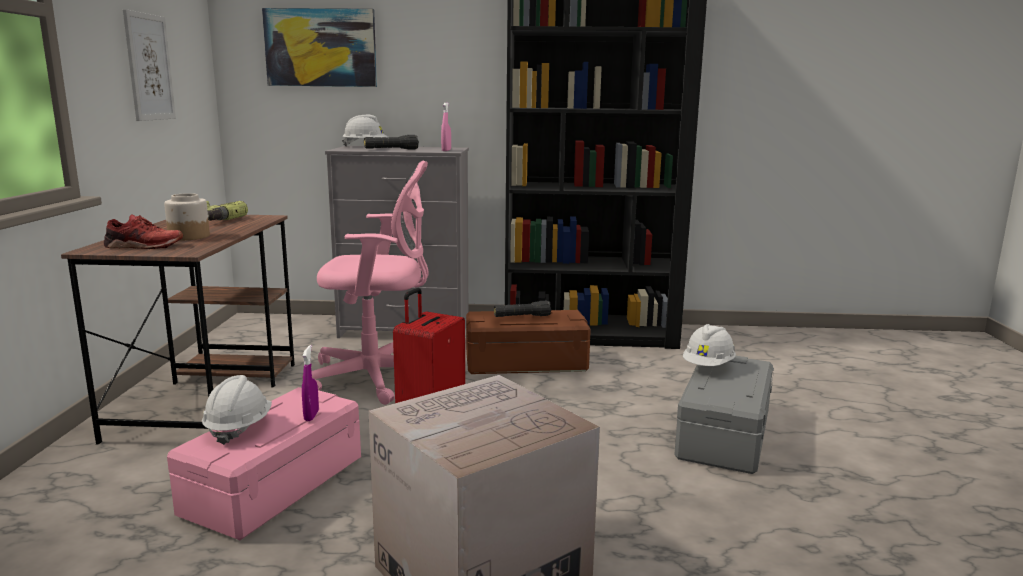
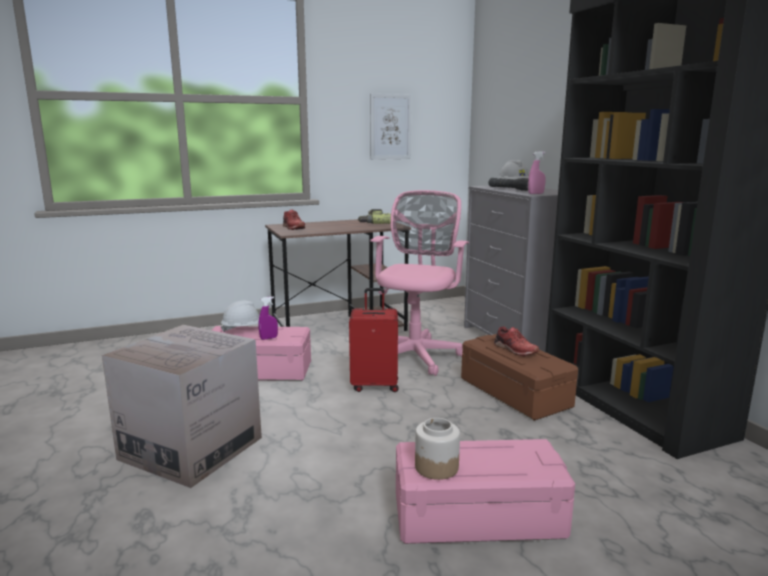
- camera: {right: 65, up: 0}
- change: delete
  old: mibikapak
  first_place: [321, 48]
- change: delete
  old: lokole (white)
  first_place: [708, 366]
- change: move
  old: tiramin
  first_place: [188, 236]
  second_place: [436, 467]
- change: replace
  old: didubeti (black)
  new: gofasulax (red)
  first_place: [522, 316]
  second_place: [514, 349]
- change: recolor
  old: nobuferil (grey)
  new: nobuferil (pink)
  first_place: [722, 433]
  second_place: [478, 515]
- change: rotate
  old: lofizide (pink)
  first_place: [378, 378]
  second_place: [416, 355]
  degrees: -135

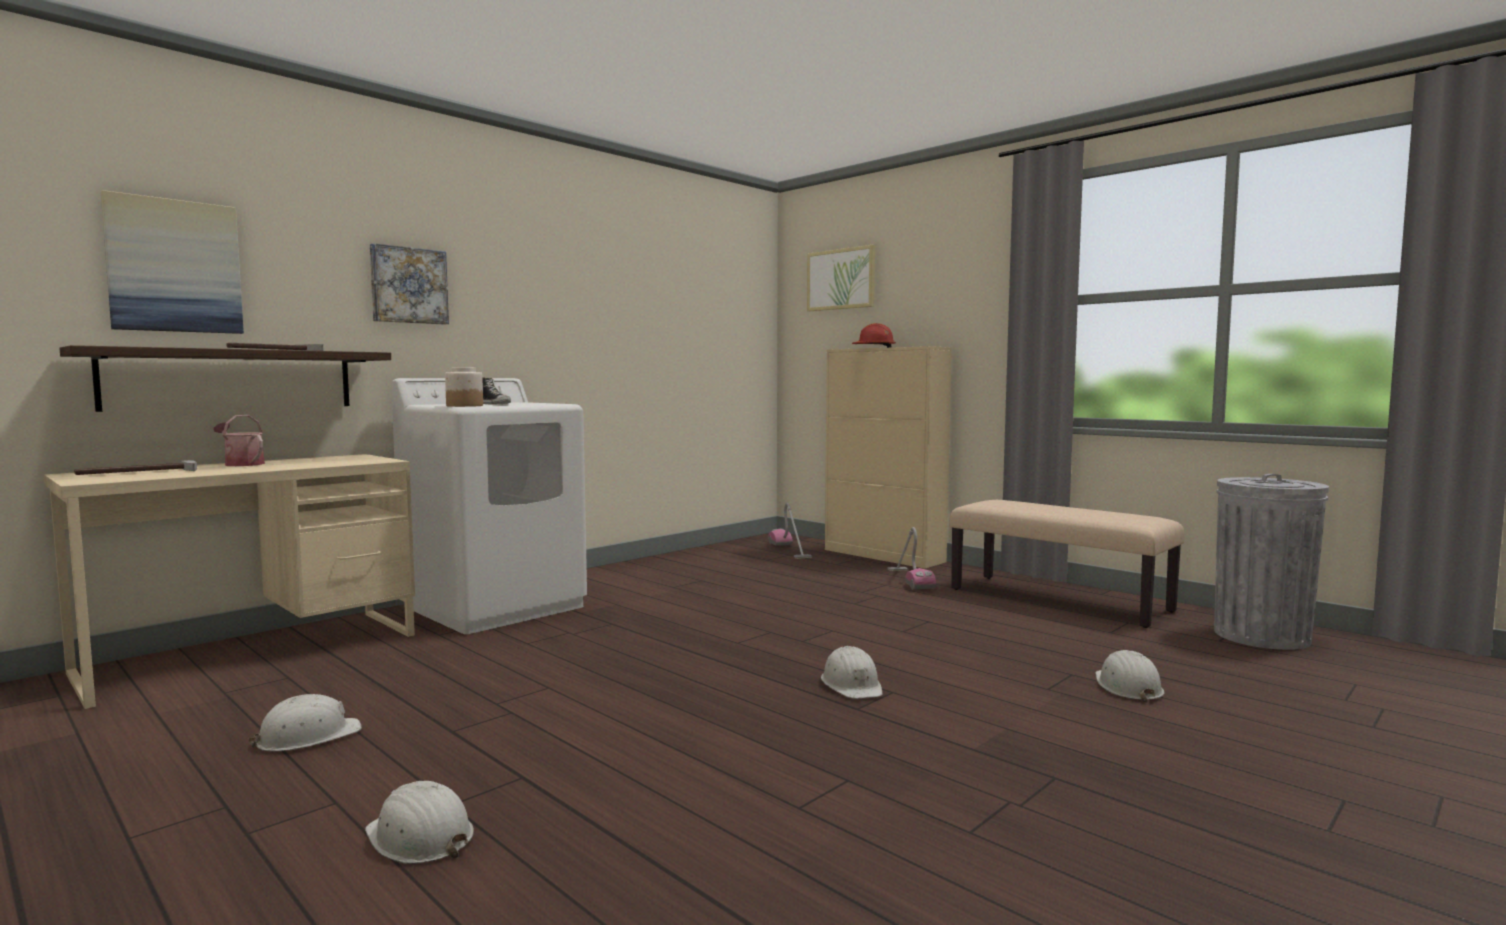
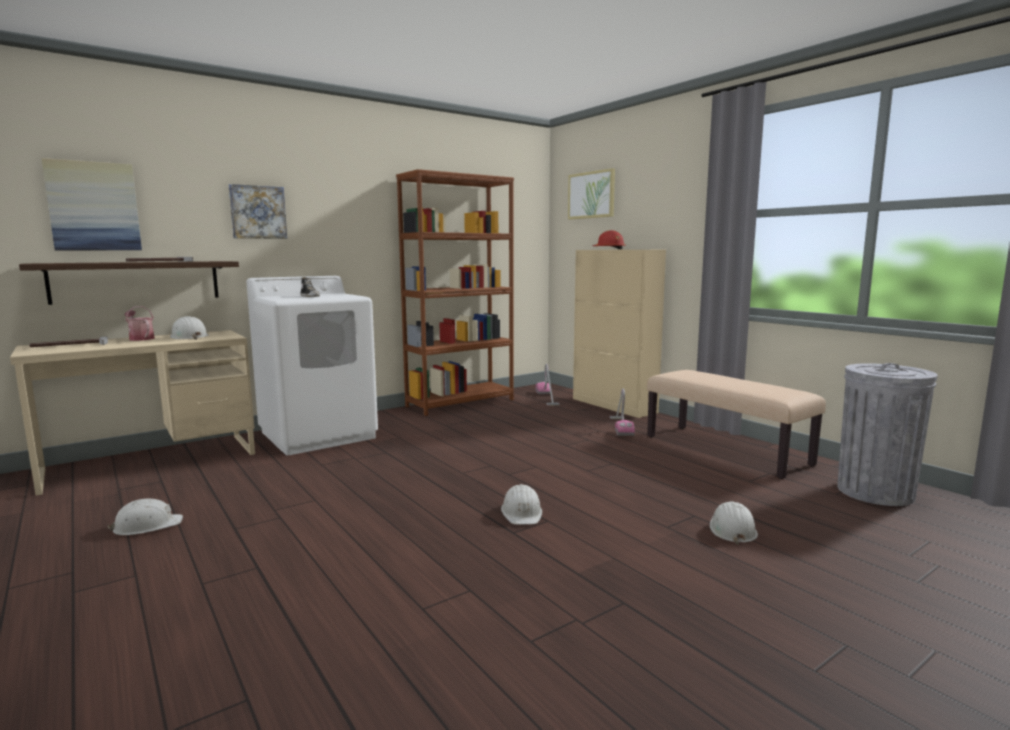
- camera: {right: 10, up: 5}
- change: delete
  old: tiramin
  first_place: [464, 406]
- change: insert
  new: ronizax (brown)
  second_place: [460, 403]
- change: move
  old: lokole (white)
  first_place: [419, 837]
  second_place: [188, 337]

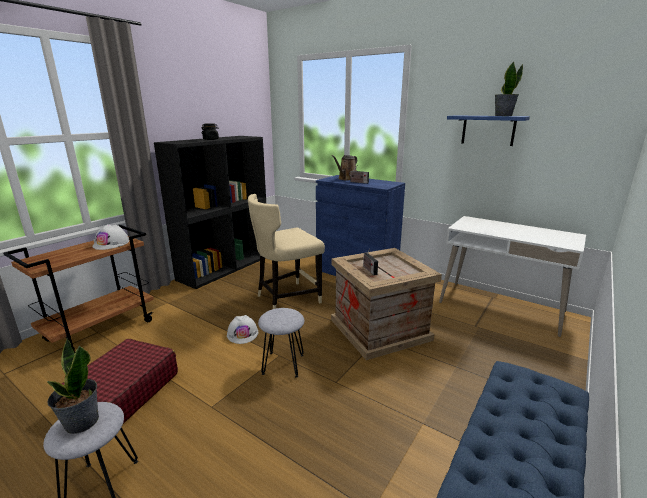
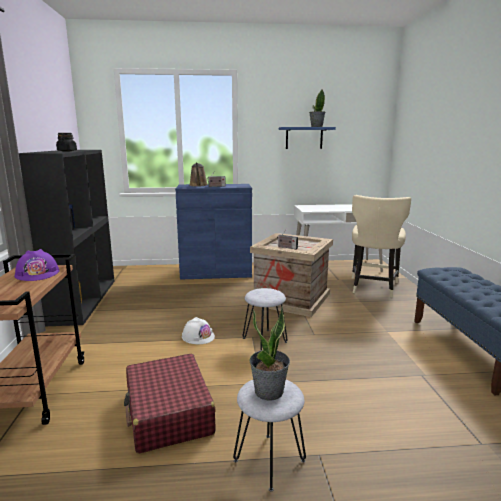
- camera: {right: -40, up: -5}
- change: move
  old: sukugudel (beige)
  first_place: [286, 298]
  second_place: [373, 287]
- change: recolor
  old: lokole (white)
  new: lokole (purple)
  first_place: [111, 243]
  second_place: [37, 273]

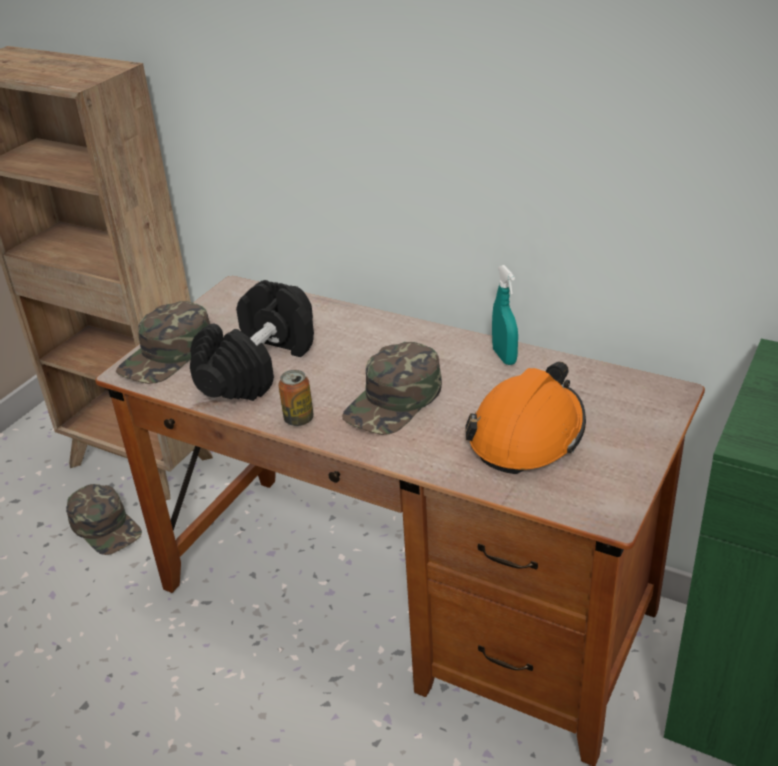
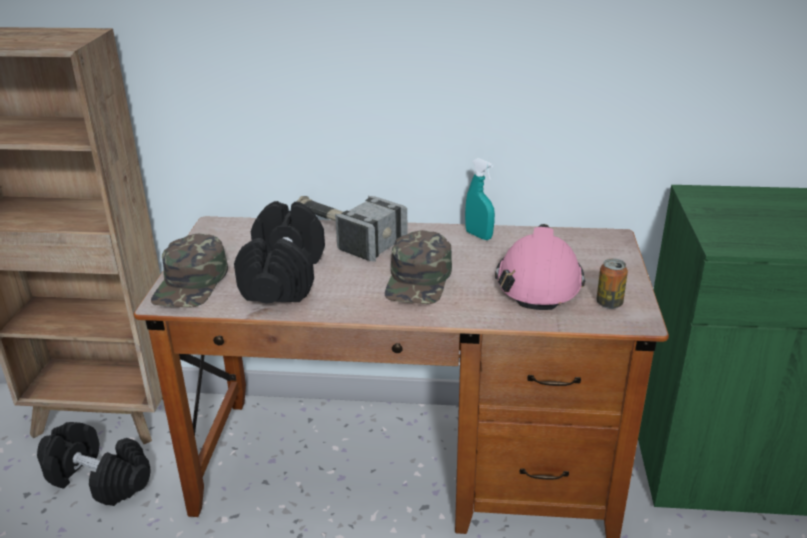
- camera: {right: -25, up: -5}
- change: insert
  new: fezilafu
  second_place: [345, 235]
- change: move
  old: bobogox
  first_place: [298, 419]
  second_place: [609, 303]
- change: replace
  old: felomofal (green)
  new: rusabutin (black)
  first_place: [106, 526]
  second_place: [99, 479]
- change: recolor
  old: lokole (orange)
  new: lokole (pink)
  first_place: [527, 434]
  second_place: [538, 282]

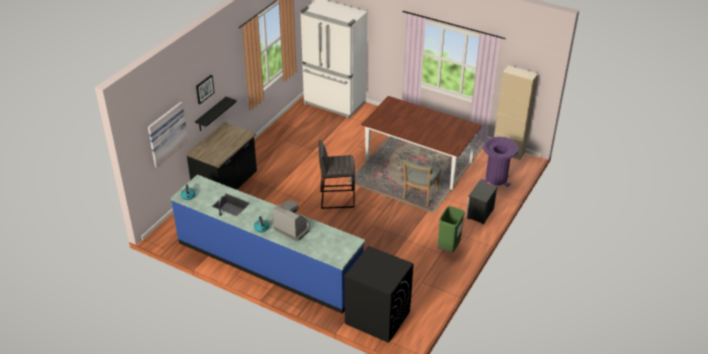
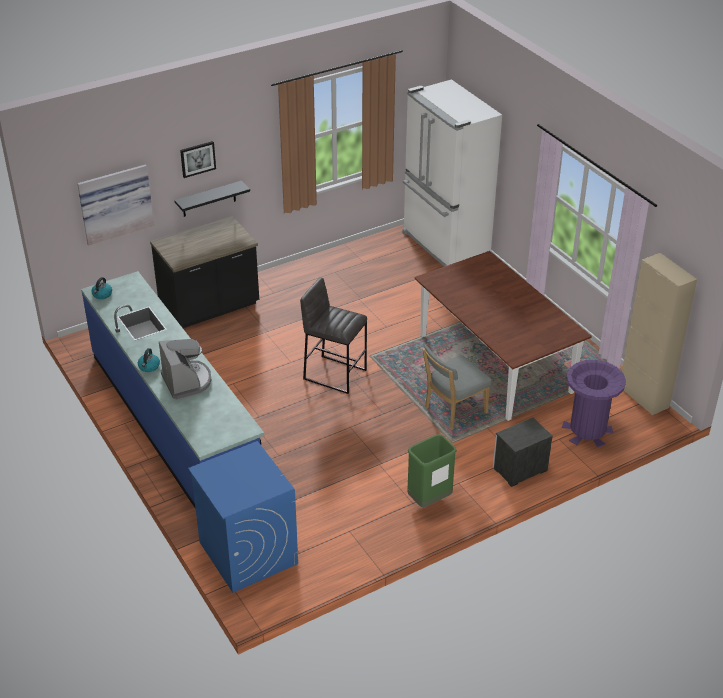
- camera: {right: 30, up: 0}
- change: recolor
  old: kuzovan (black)
  new: kuzovan (blue)
  first_place: [377, 317]
  second_place: [247, 552]

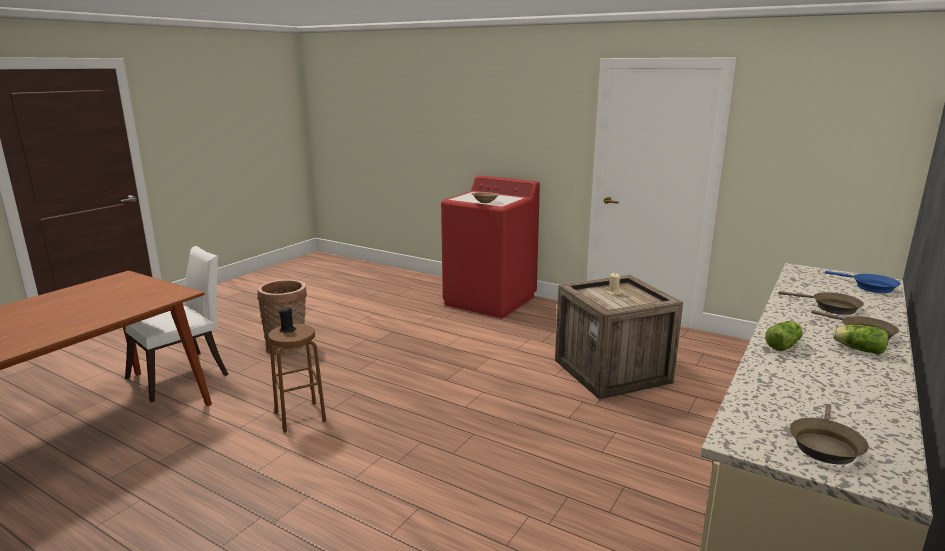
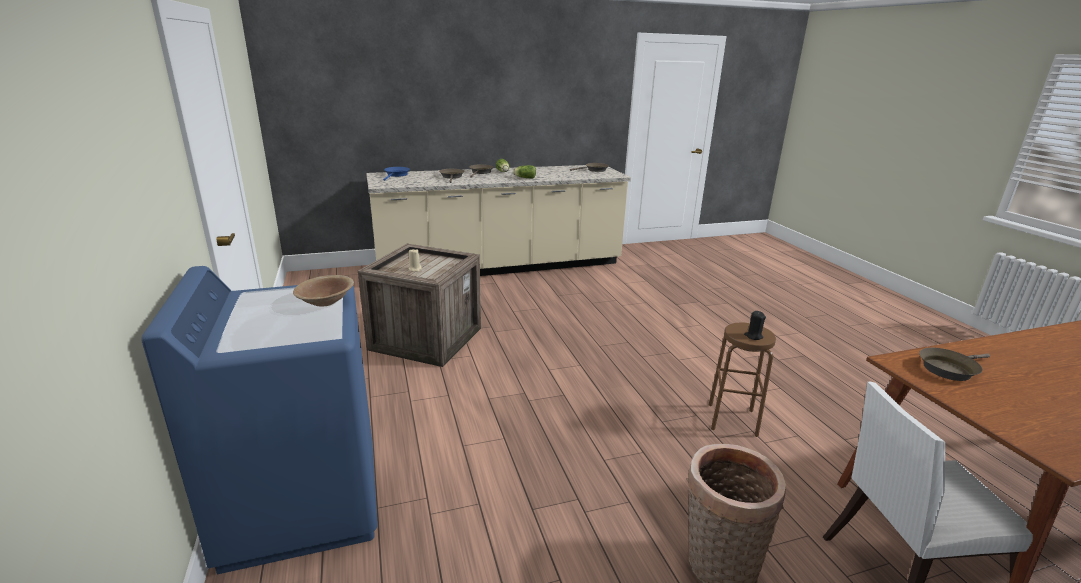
- camera: {right: -140, up: 5}
- change: insert
  new: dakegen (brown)
  second_place: [949, 369]
- change: recolor
  old: kuzovan (red)
  new: kuzovan (blue)
  first_place: [490, 301]
  second_place: [302, 502]

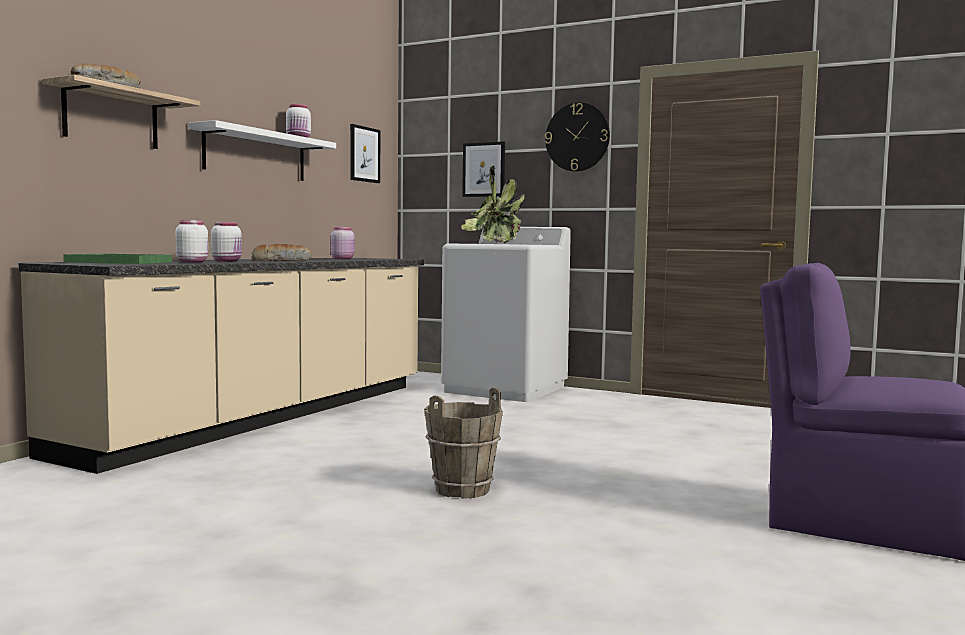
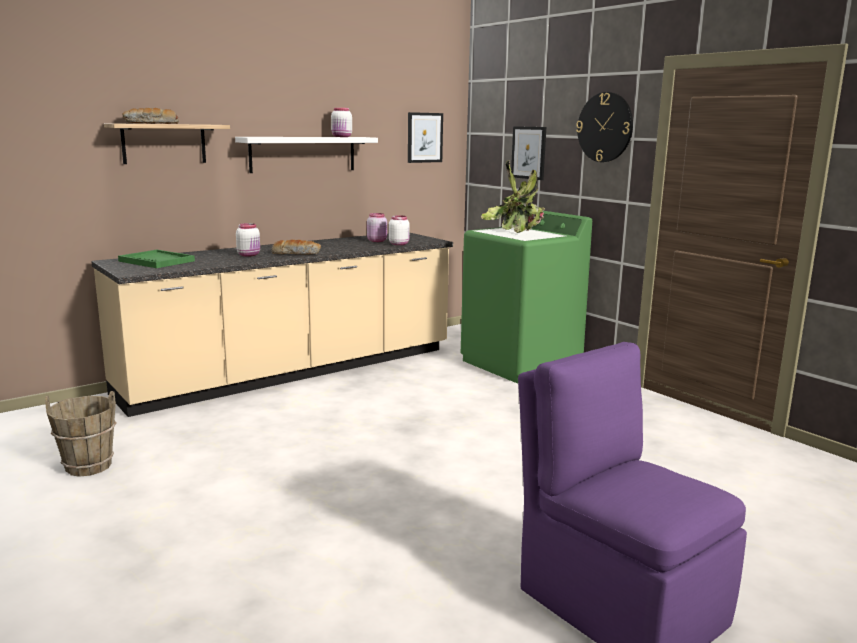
- camera: {right: 25, up: 10}
- change: move
  old: tiramin (white)
  first_place: [192, 262]
  second_place: [399, 244]
- change: move
  old: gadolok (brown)
  first_place: [462, 490]
  second_place: [88, 466]
- change: recolor
  old: kuzovan (white)
  new: kuzovan (green)
  first_place: [506, 389]
  second_place: [520, 364]

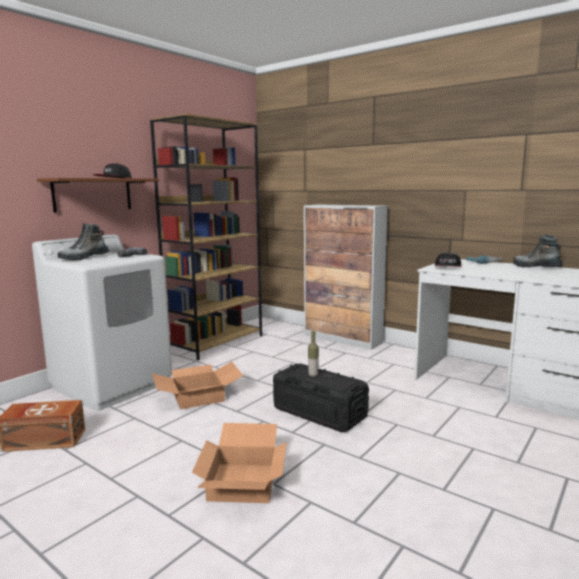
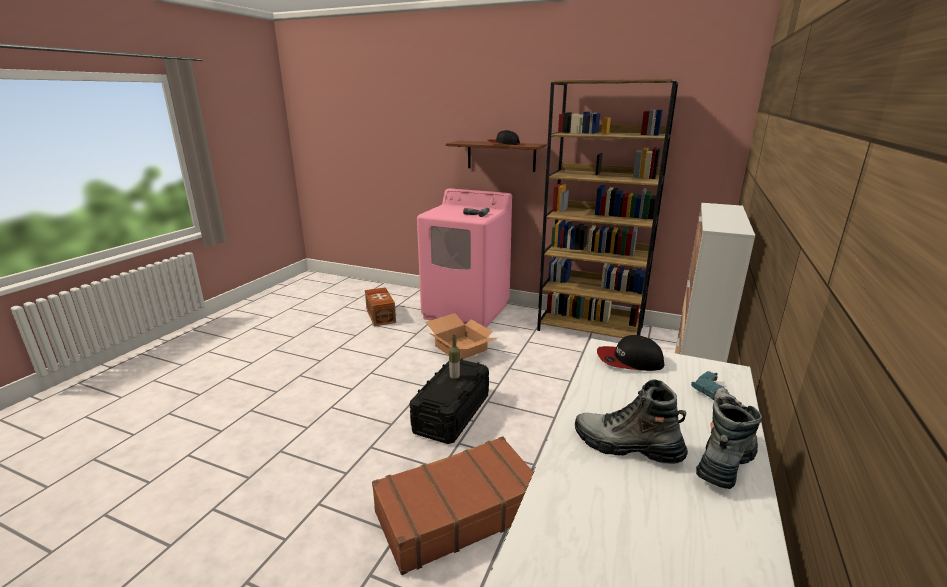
- camera: {right: 75, up: 10}
- change: delete
  old: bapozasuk
  first_place: [243, 483]
- change: insert
  new: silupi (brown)
  second_place: [457, 512]
- change: move
  old: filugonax
  first_place: [84, 258]
  second_place: [626, 446]
- change: recolor
  old: kuzovan (white)
  new: kuzovan (pink)
  first_place: [113, 384]
  second_place: [467, 311]

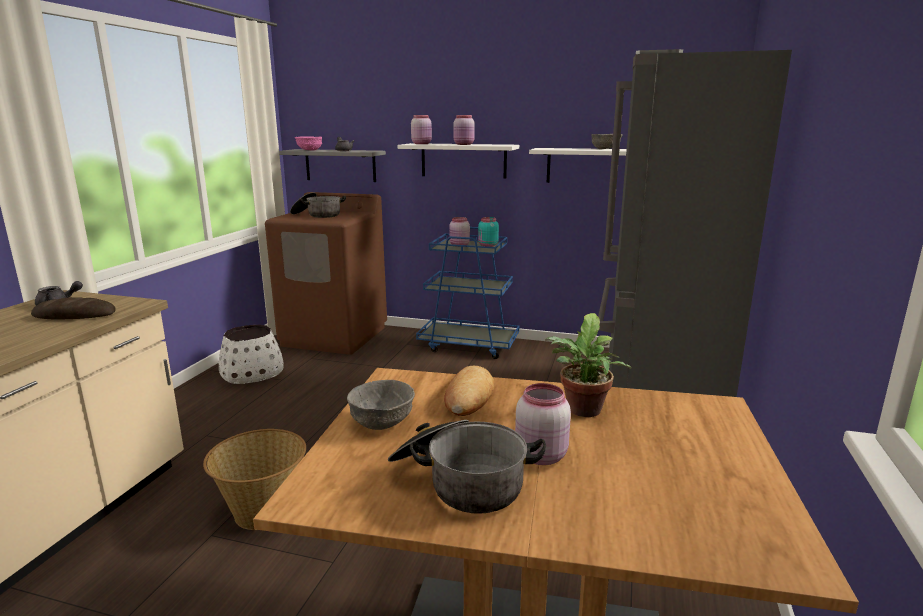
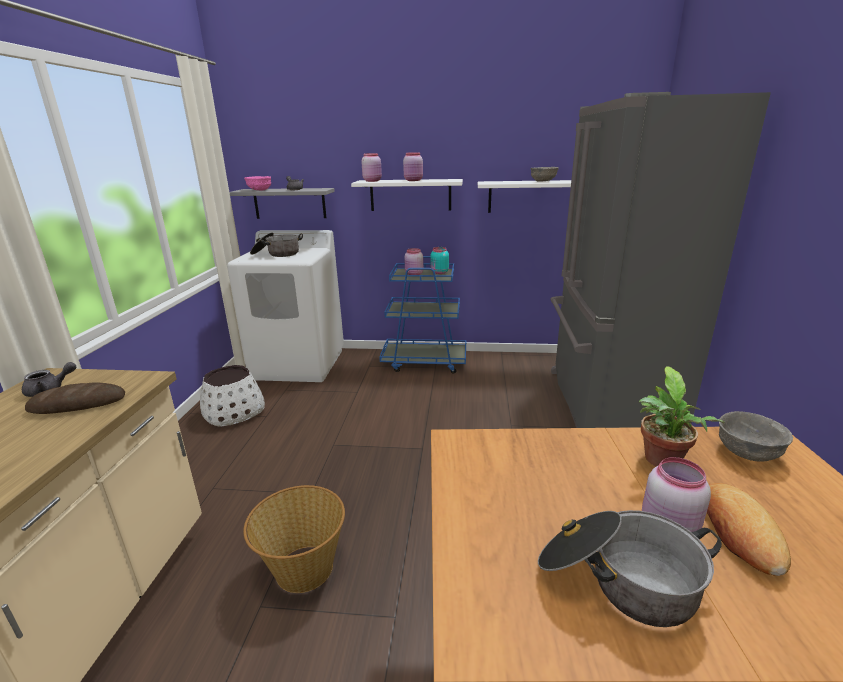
- camera: {right: -10, up: 5}
- change: move
  old: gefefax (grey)
  first_place: [382, 423]
  second_place: [748, 452]
- change: move
  old: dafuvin
  first_place: [468, 397]
  second_place: [738, 531]
- change: recolor
  old: kuzovan (brown)
  new: kuzovan (white)
  first_place: [335, 336]
  second_place: [299, 364]

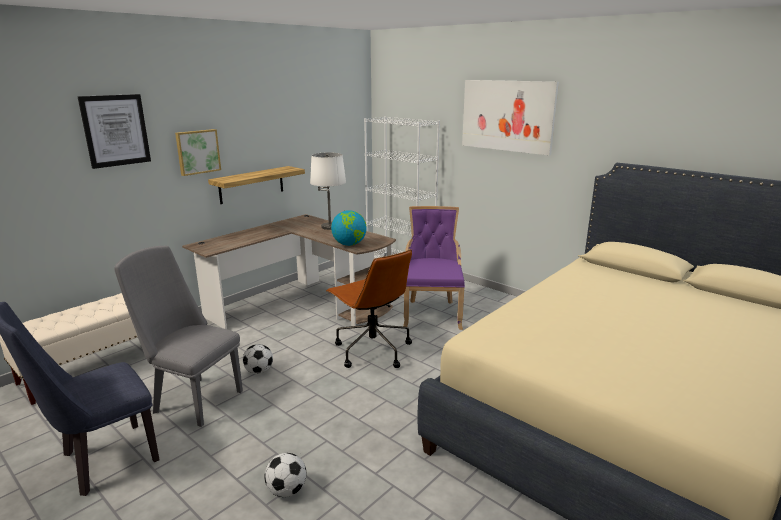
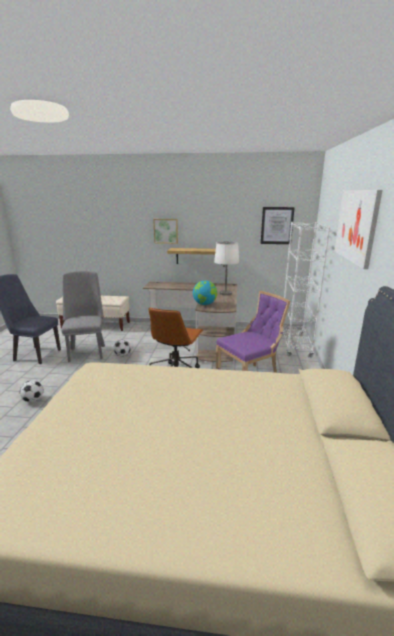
- camera: {right: 55, up: 0}
- change: move
  old: mibikapak
  first_place: [115, 130]
  second_place: [277, 225]

